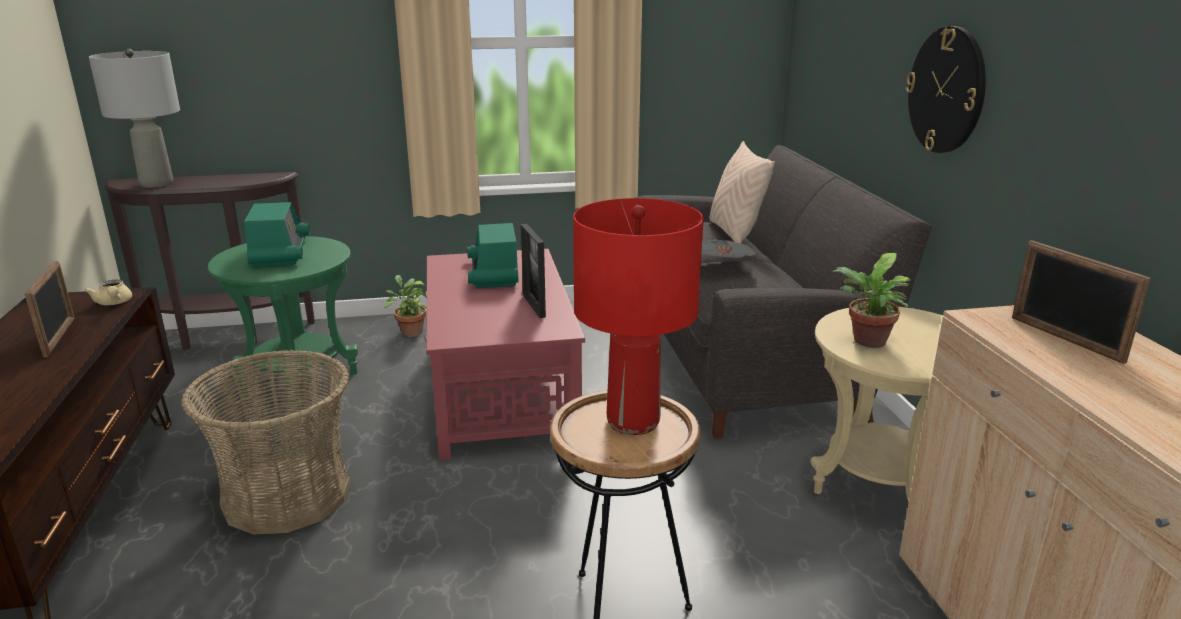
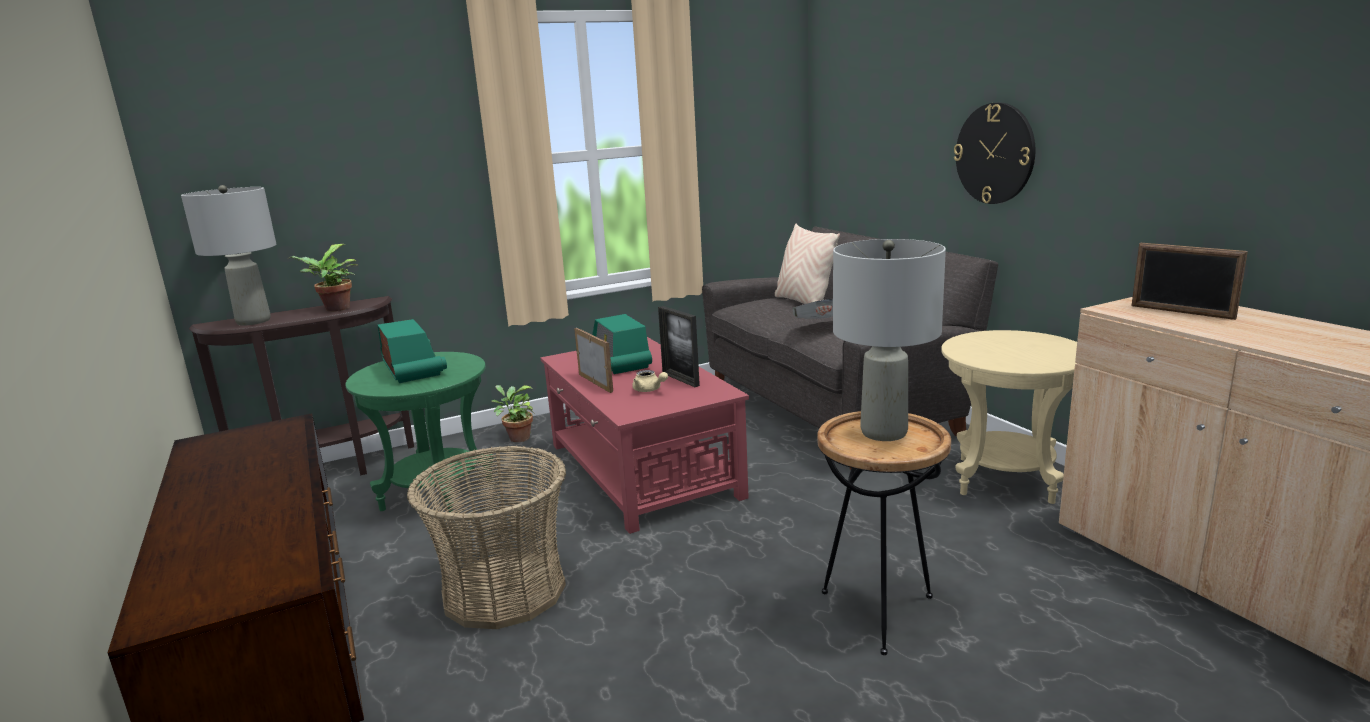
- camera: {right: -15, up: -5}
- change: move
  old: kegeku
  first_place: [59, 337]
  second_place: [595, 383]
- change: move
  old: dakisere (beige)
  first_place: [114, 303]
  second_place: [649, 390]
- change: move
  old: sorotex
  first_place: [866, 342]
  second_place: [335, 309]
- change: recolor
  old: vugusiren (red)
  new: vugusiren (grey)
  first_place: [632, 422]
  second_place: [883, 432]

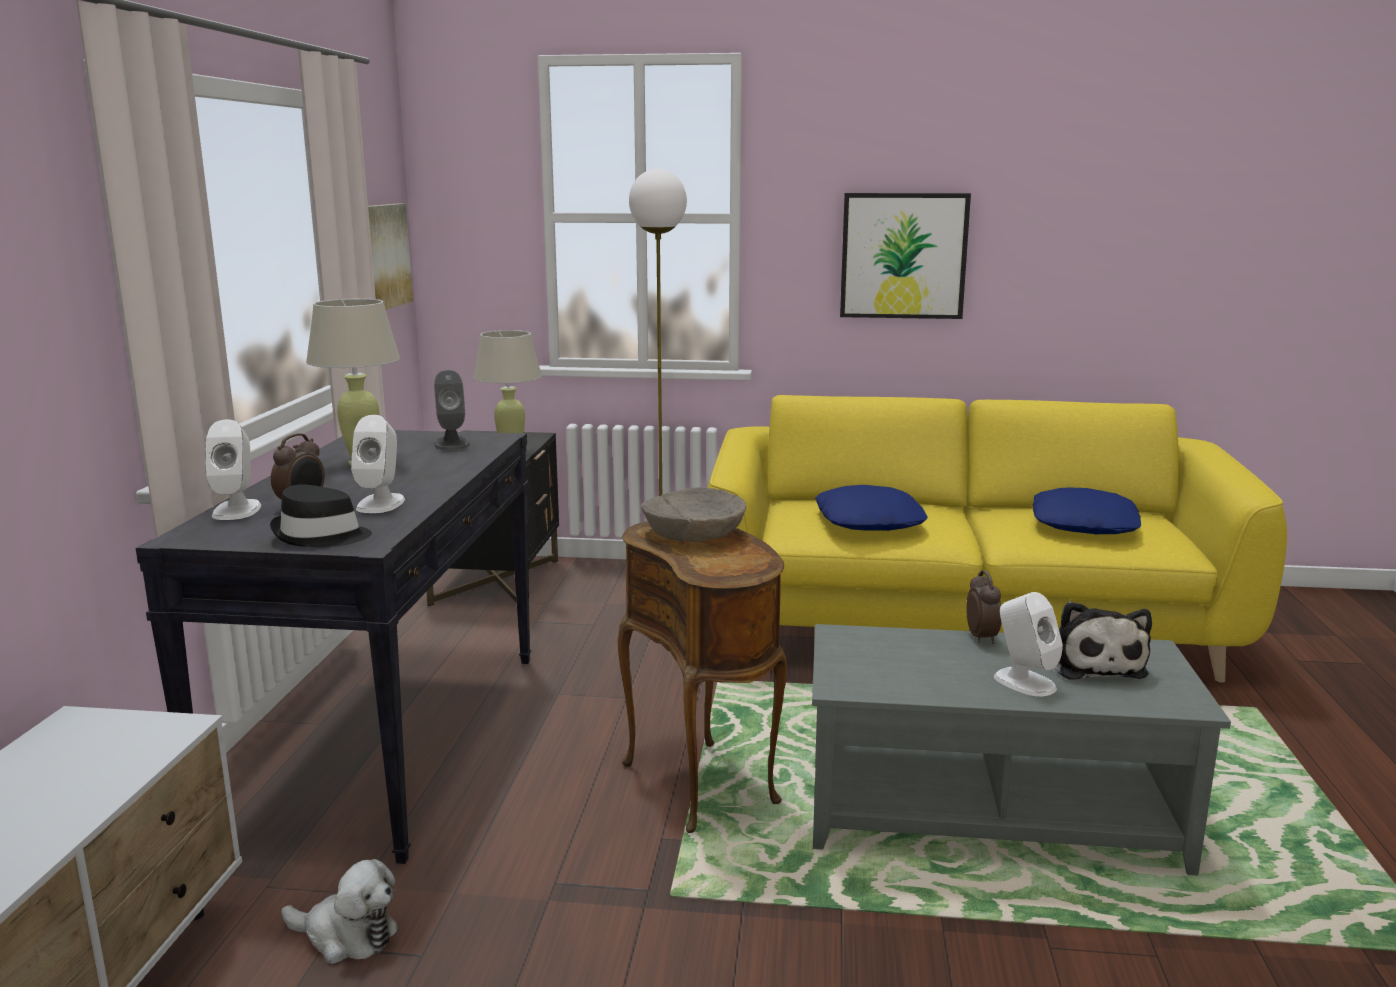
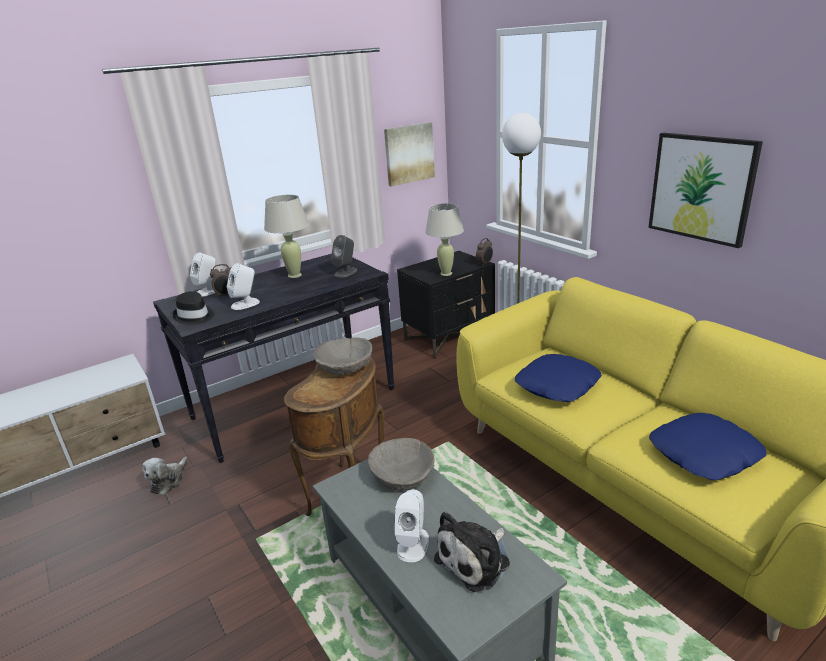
- camera: {right: 50, up: 10}
- change: insert
  new: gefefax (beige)
  second_place: [402, 474]
- change: move
  old: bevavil
  first_place: [982, 637]
  second_place: [485, 263]
- change: rotate
  old: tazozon
  first_place: [346, 936]
  second_place: [168, 481]
  degrees: 45

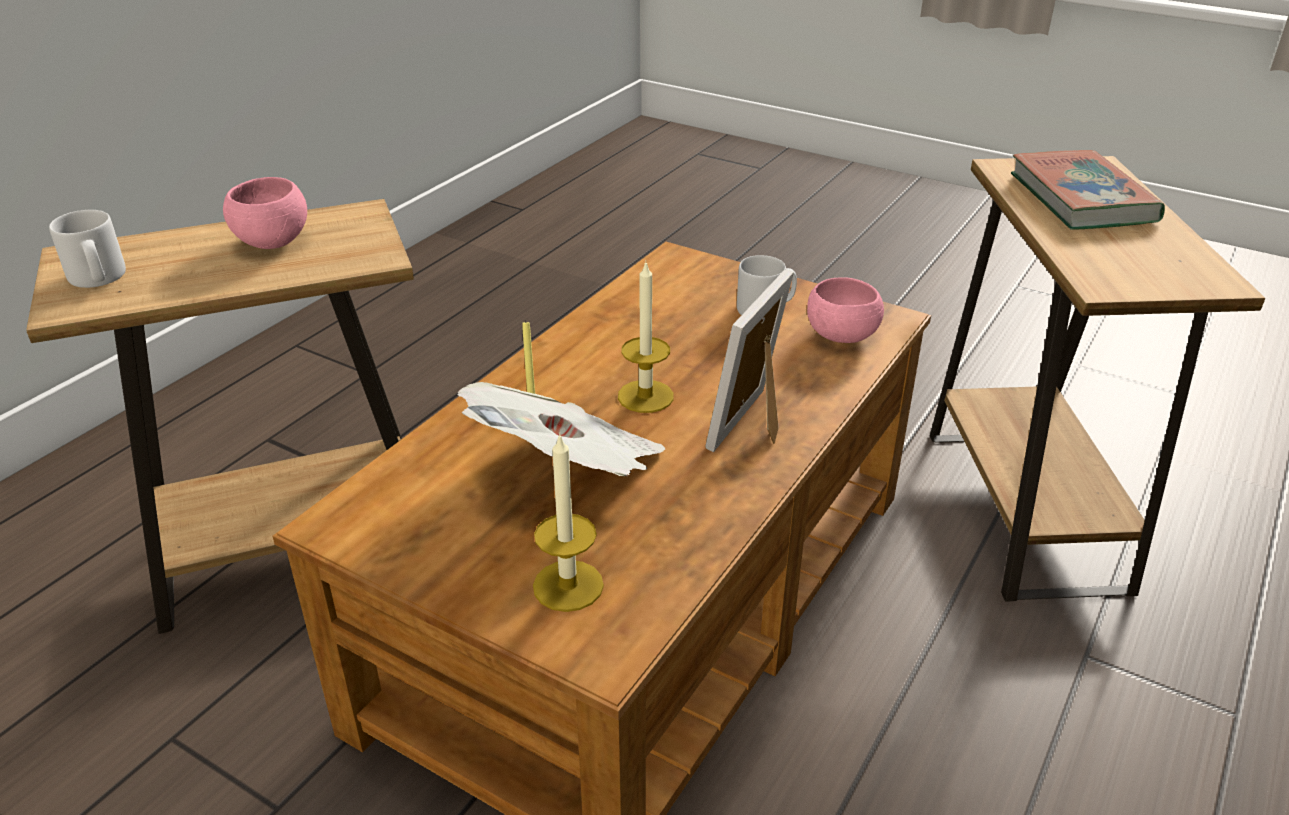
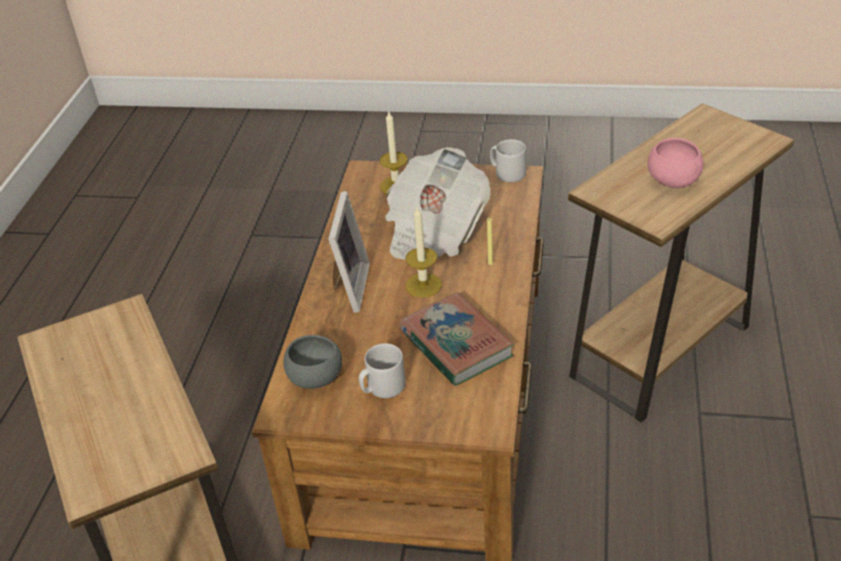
- camera: {right: 160, up: 5}
- change: move
  old: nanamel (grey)
  first_place: [98, 279]
  second_place: [507, 173]
- change: move
  old: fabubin
  first_place: [1081, 199]
  second_place: [456, 344]
- change: recolor
  old: gefefax (pink)
  new: gefefax (grey)
  first_place: [842, 336]
  second_place: [316, 379]

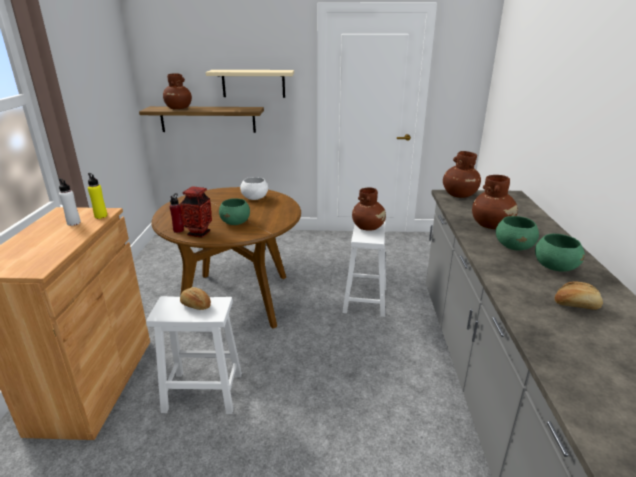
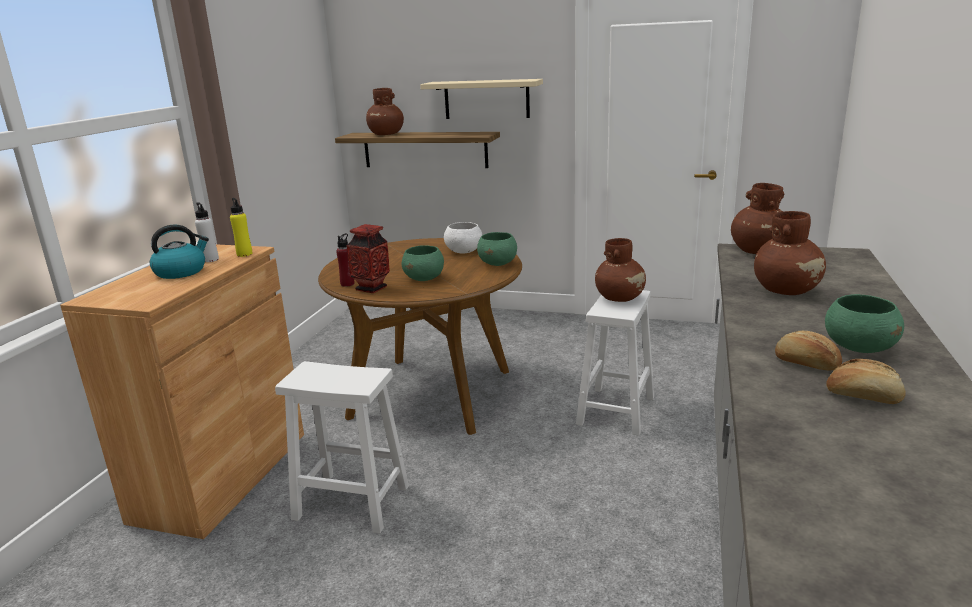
- camera: {right: 15, up: -5}
- change: insert
  new: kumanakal
  second_place: [181, 272]
- change: move
  old: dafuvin
  first_place: [195, 305]
  second_place: [805, 364]
- change: move
  old: gefefax (green)
  first_place: [514, 247]
  second_place: [498, 264]

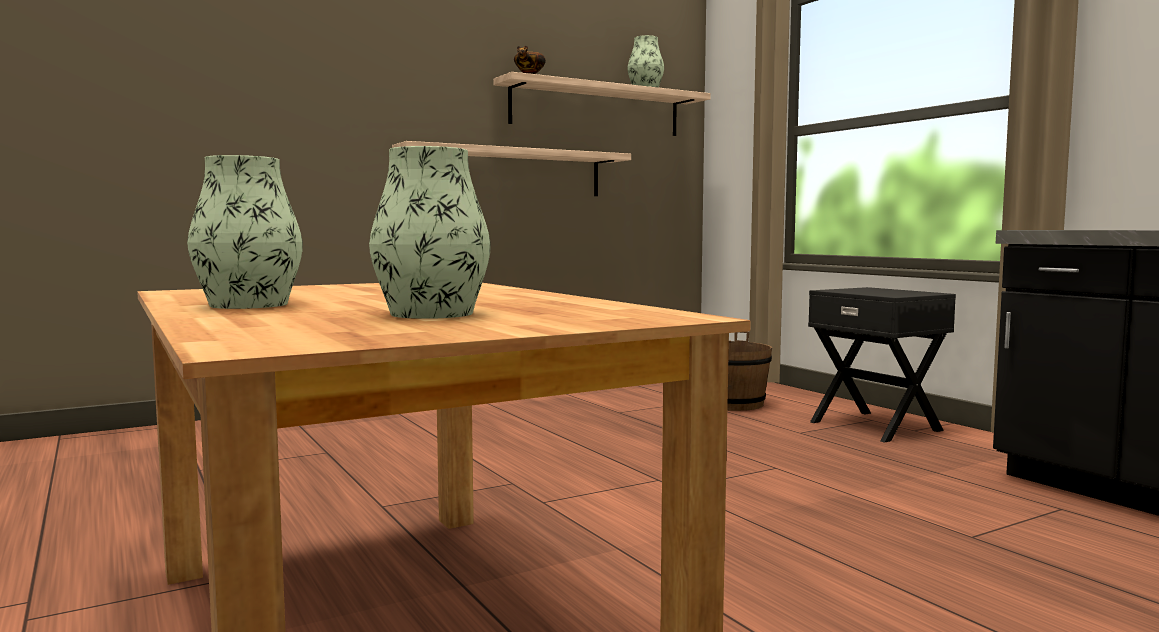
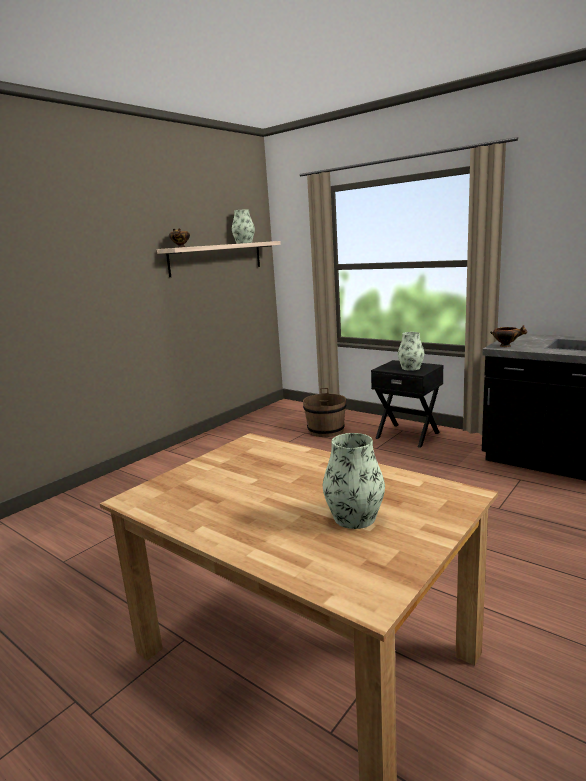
- camera: {right: -20, up: 10}
- change: delete
  old: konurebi
  first_place: [509, 172]
- change: insert
  new: gefefax
  second_place: [506, 346]
- change: move
  old: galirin
  first_place: [249, 305]
  second_place: [411, 368]

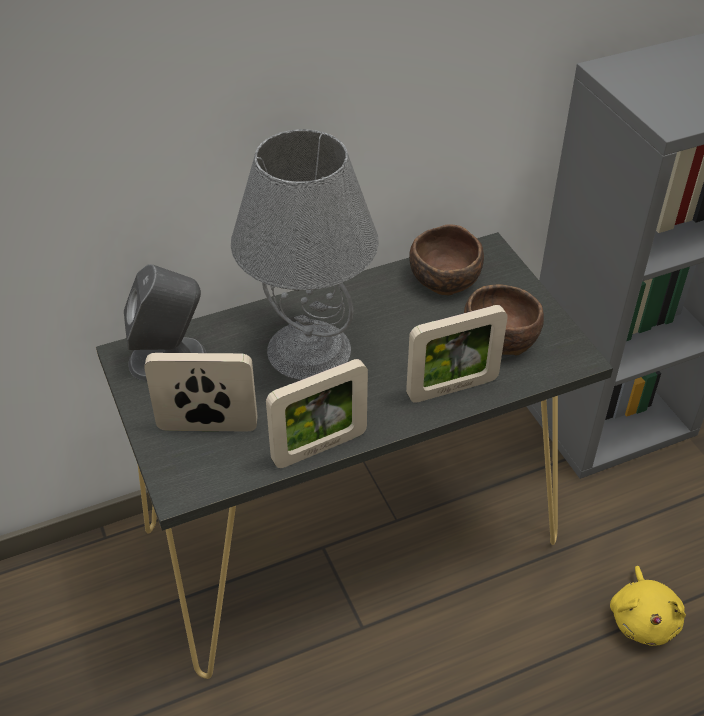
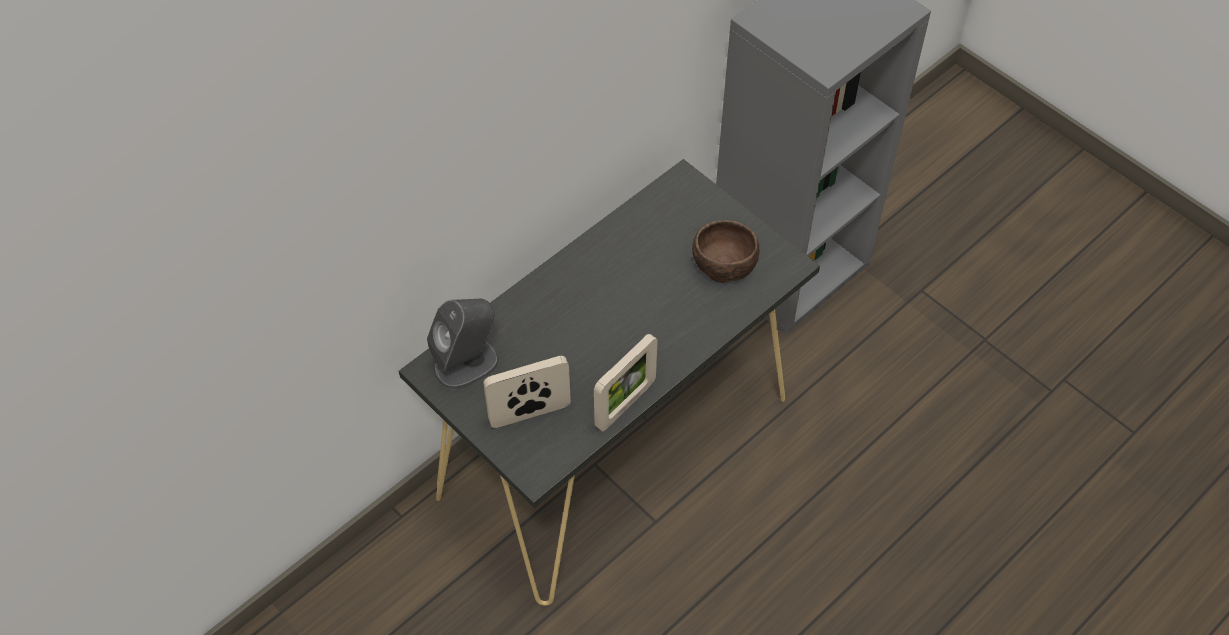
- camera: {right: -20, up: 10}
- change: delete
  old: vugusiren (grey)
  first_place: [310, 349]
- change: delete
  old: kegeku
  first_place: [452, 388]
- change: delete
  old: gefefax (brown)
  first_place: [444, 279]
- change: delete
  old: tazozon (yellow)
  first_place: [643, 619]

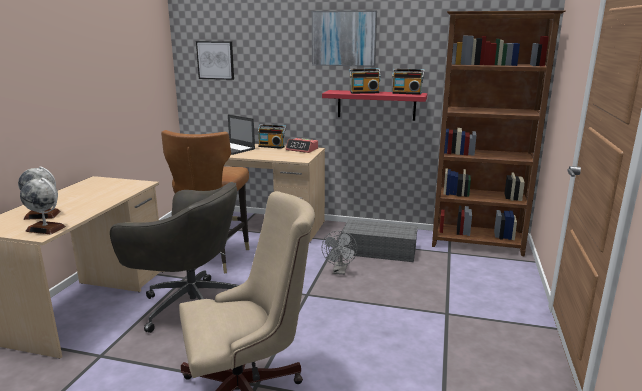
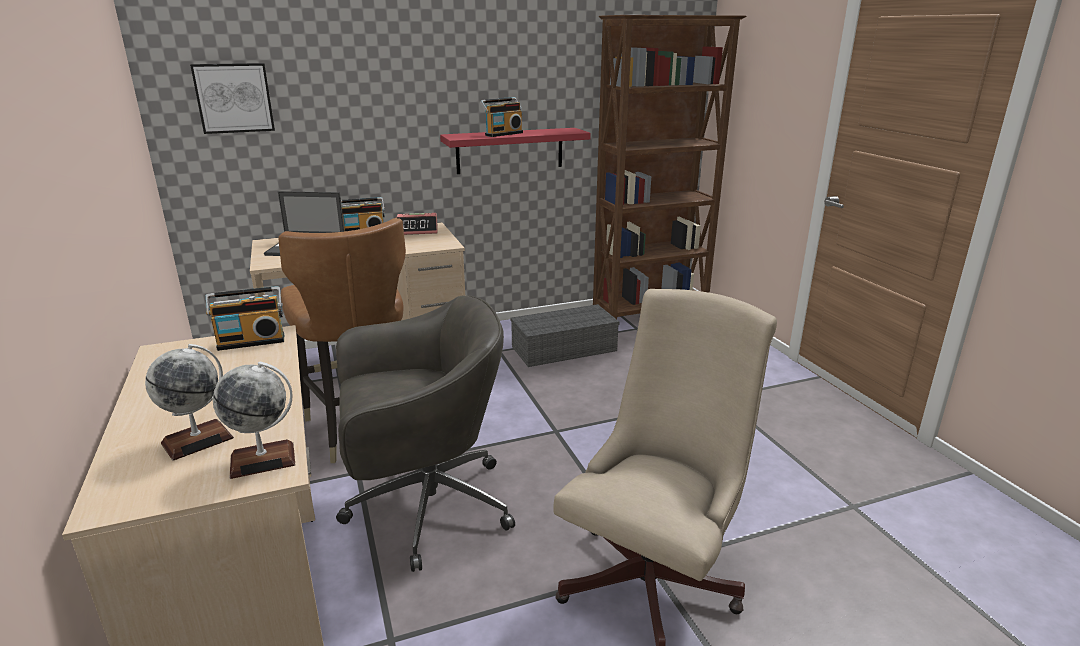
- camera: {right: -35, up: 5}
- change: delete
  old: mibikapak
  first_place: [344, 38]
- change: delete
  old: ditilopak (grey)
  first_place: [340, 271]
- change: move
  old: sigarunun
  first_place: [407, 93]
  second_place: [252, 341]

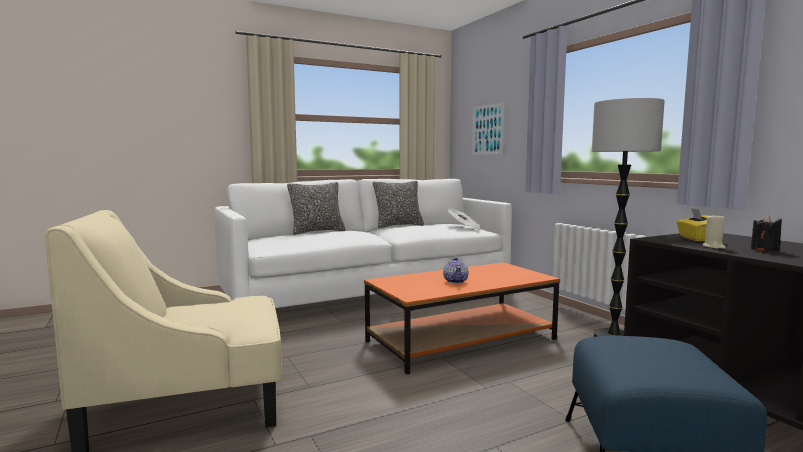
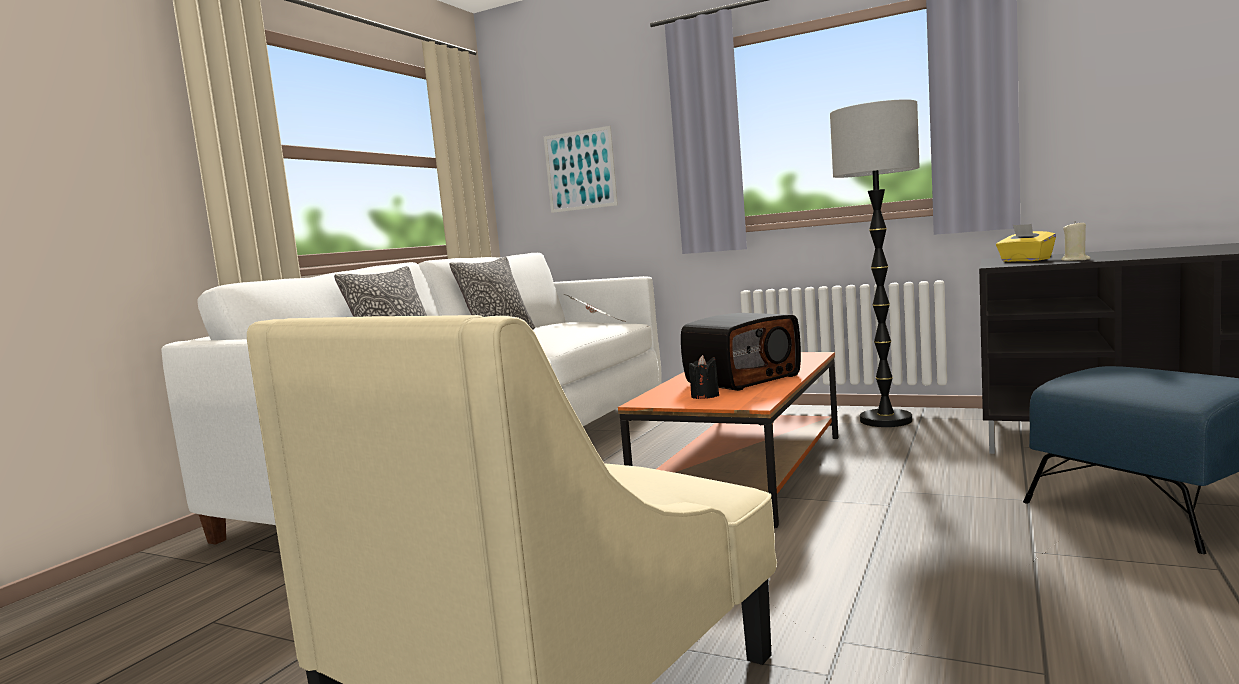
- camera: {right: -35, up: 0}
- change: move
  old: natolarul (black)
  first_place: [764, 250]
  second_place: [705, 396]
- change: replace
  old: dakisere
  new: sigarunun
  first_place: [455, 281]
  second_place: [742, 379]

